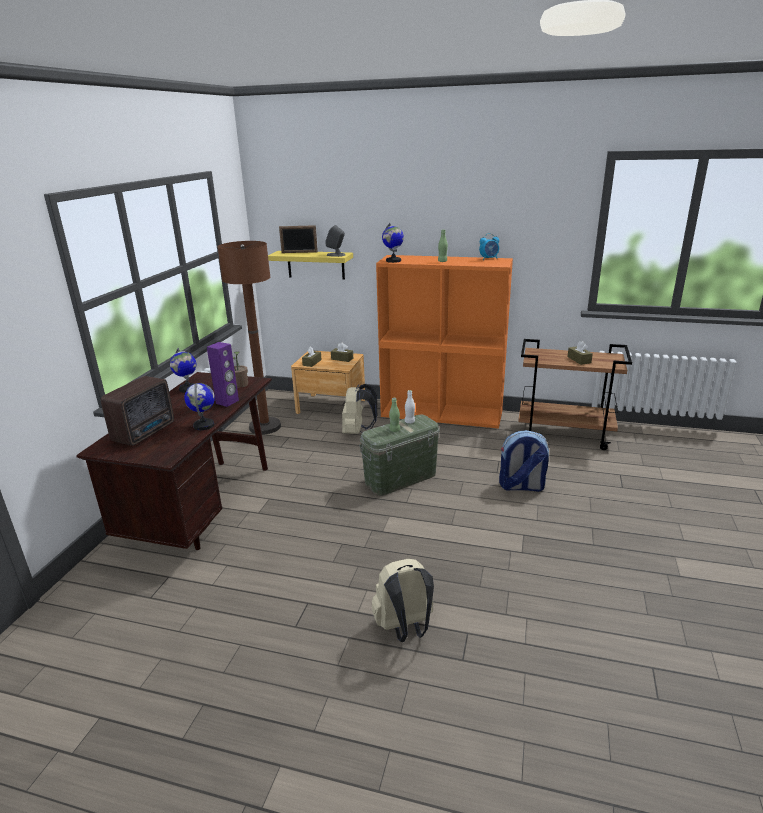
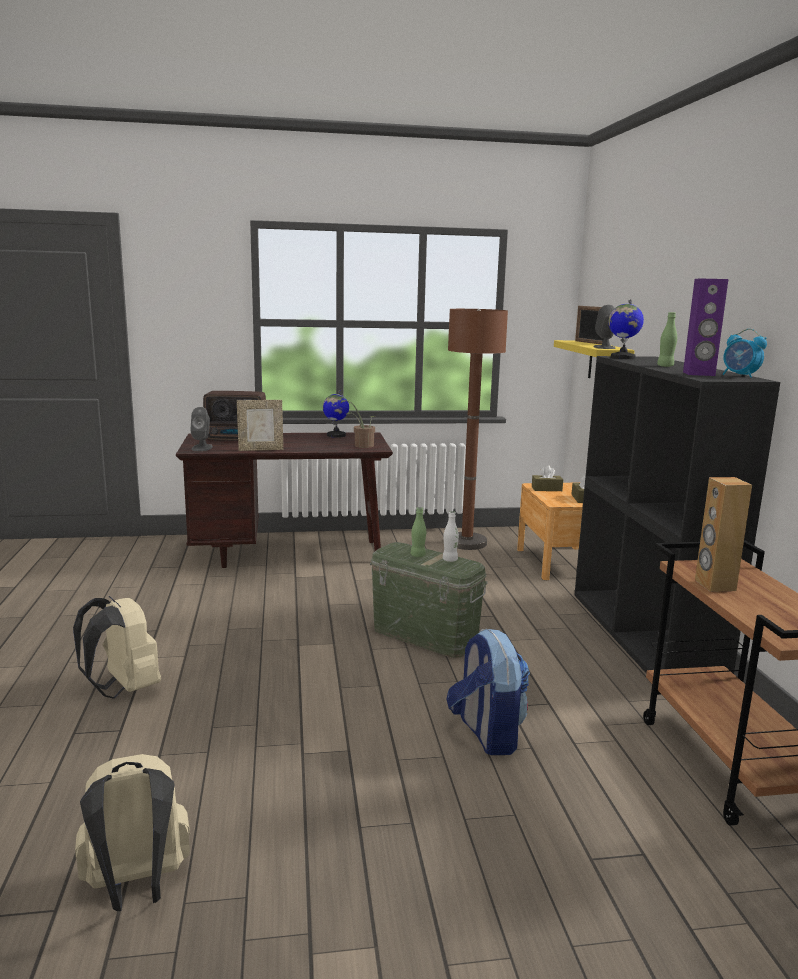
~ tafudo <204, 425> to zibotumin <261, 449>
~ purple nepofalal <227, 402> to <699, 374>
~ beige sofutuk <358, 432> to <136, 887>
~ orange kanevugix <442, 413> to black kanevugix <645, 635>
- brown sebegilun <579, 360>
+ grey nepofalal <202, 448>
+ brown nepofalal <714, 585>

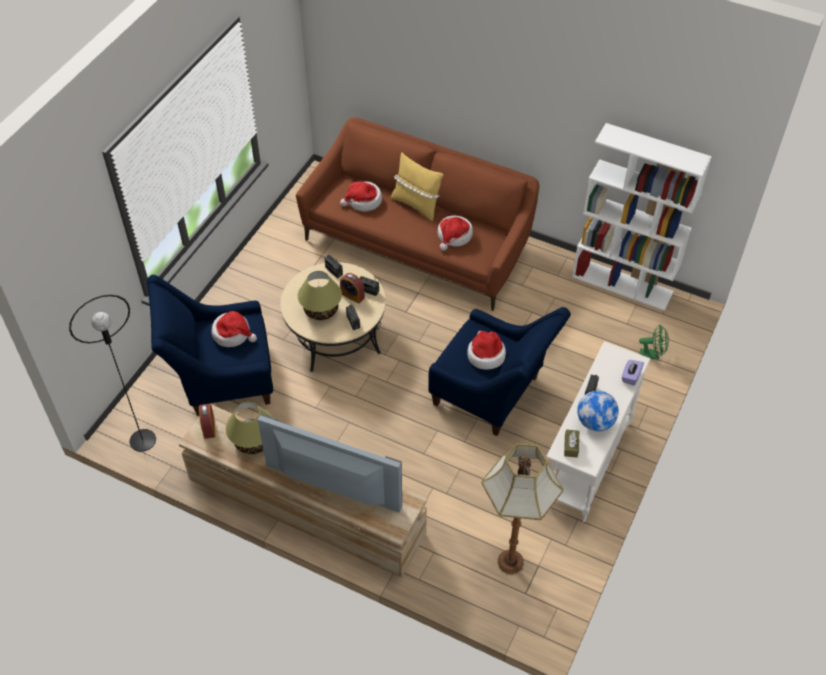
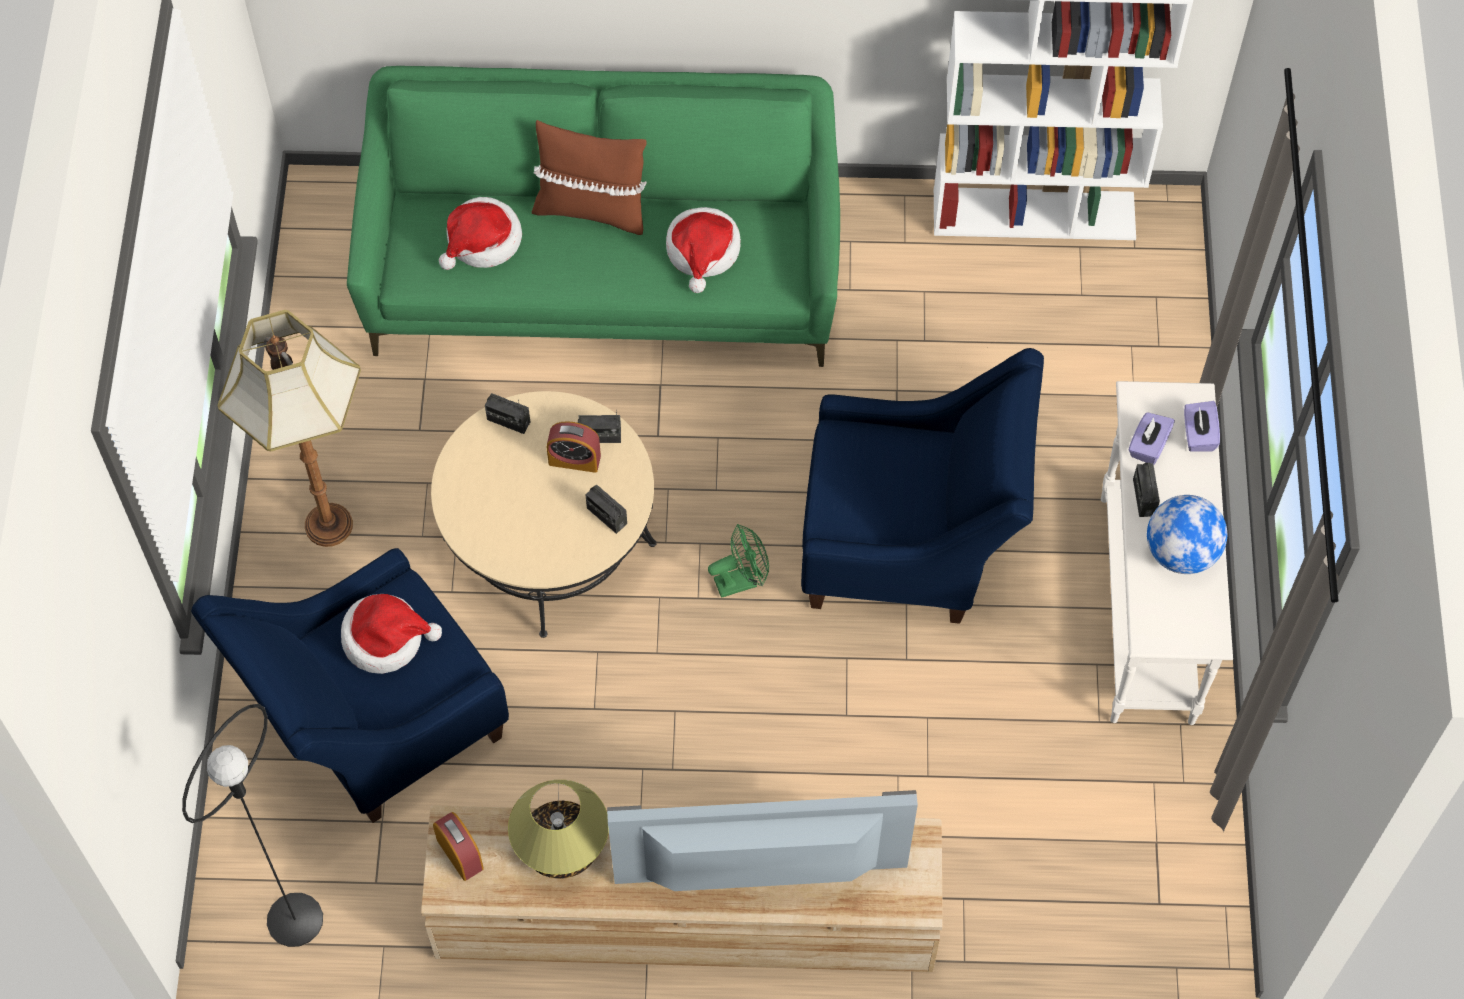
~ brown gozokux <418, 243> to green gozokux <604, 274>
- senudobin <320, 310>
~ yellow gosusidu <416, 205> to brown gosusidu <591, 209>
- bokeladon <485, 355>
~ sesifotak <511, 561> to <330, 523>
- brown sebegilun <571, 446>
~ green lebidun <652, 355> to <741, 580>
+ purple sebegilun <1148, 446>

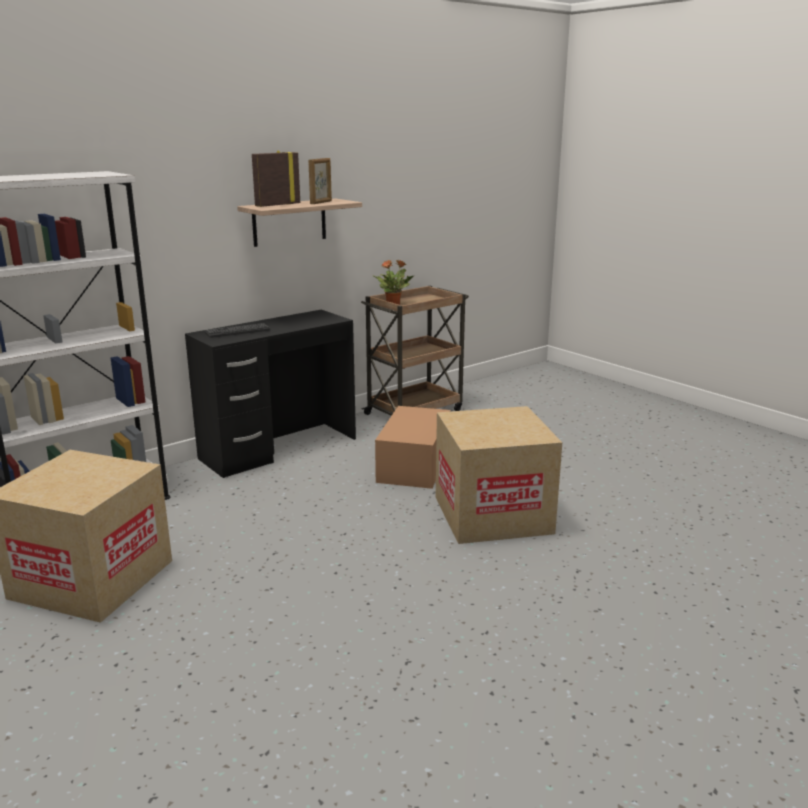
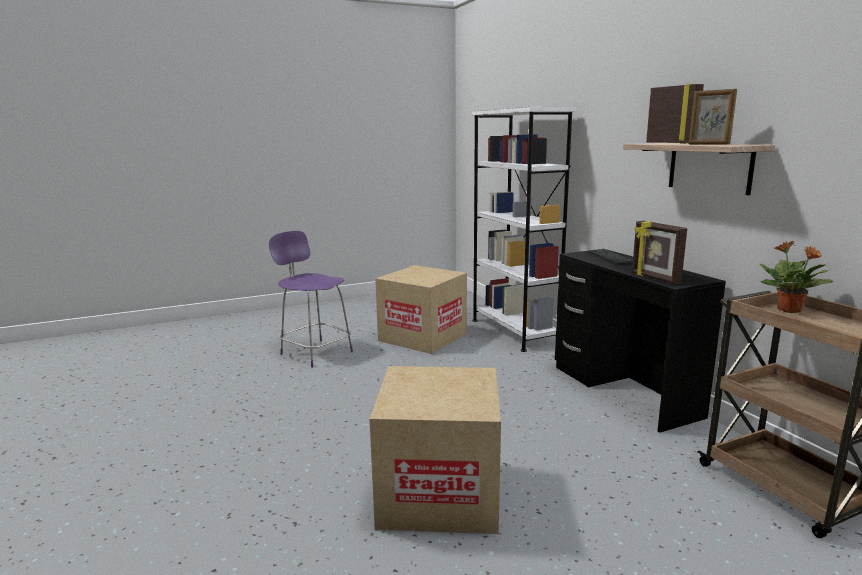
- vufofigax <414, 465>
+ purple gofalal <315, 352>
+ zibotumin <654, 278>

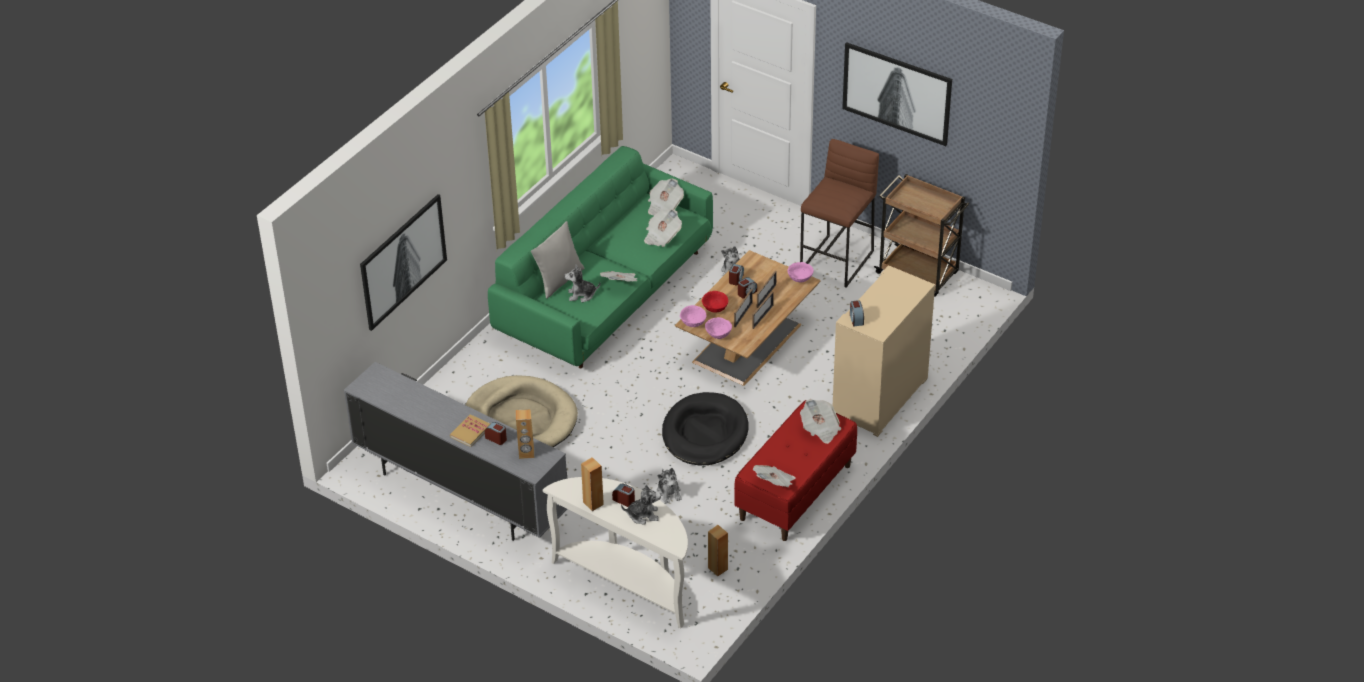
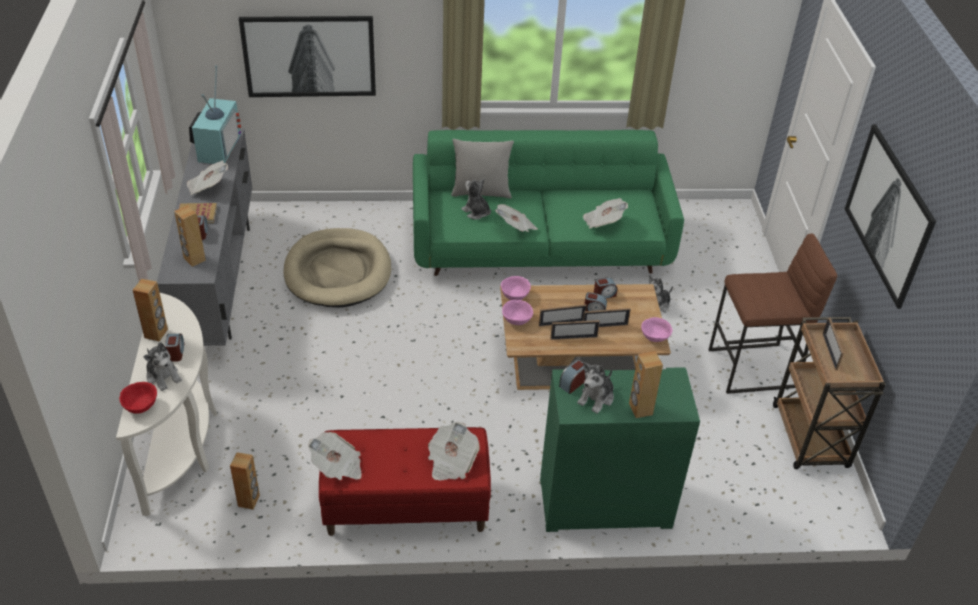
~ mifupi <664, 206> to <208, 187>
~ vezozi <669, 492> to <596, 398>
- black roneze <705, 433>
~ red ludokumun <715, 308> to <141, 406>
~ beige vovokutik <880, 398> to green vovokutik <604, 504>
+ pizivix <217, 147>
+ brown nepofalal <640, 409>
+ zibotumin <829, 351>

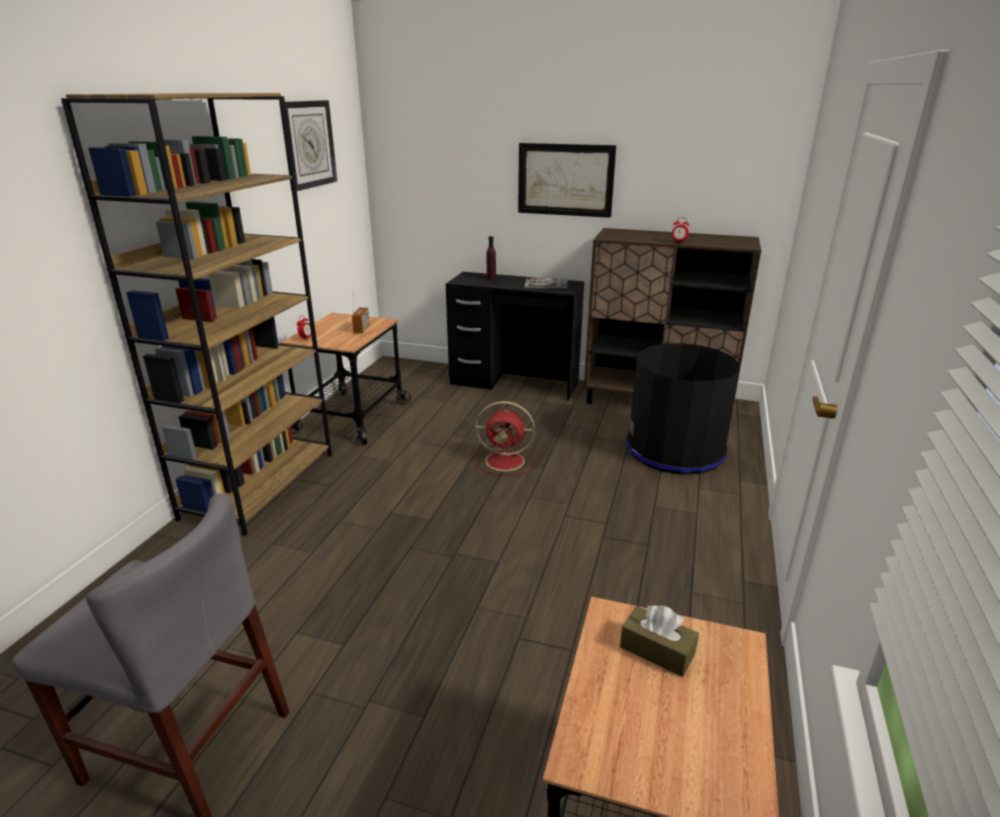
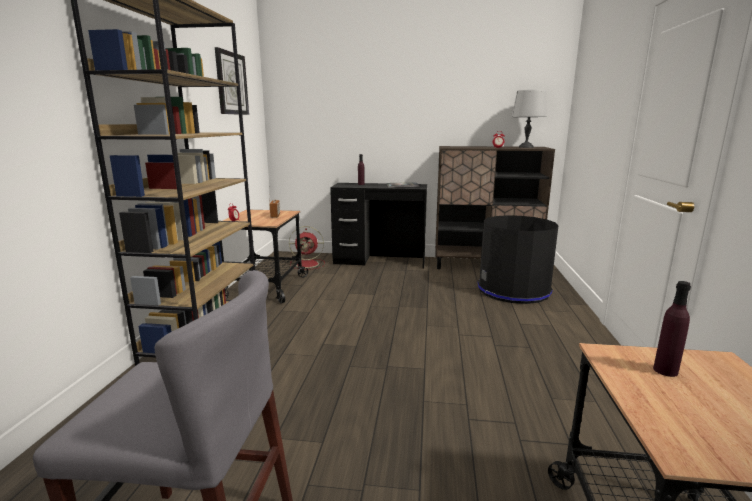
~ red lebidun <506, 461> to <308, 264>
- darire <565, 180>
~ brown sebegilun <657, 650> to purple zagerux <665, 370>
+ grey senudobin <525, 147>

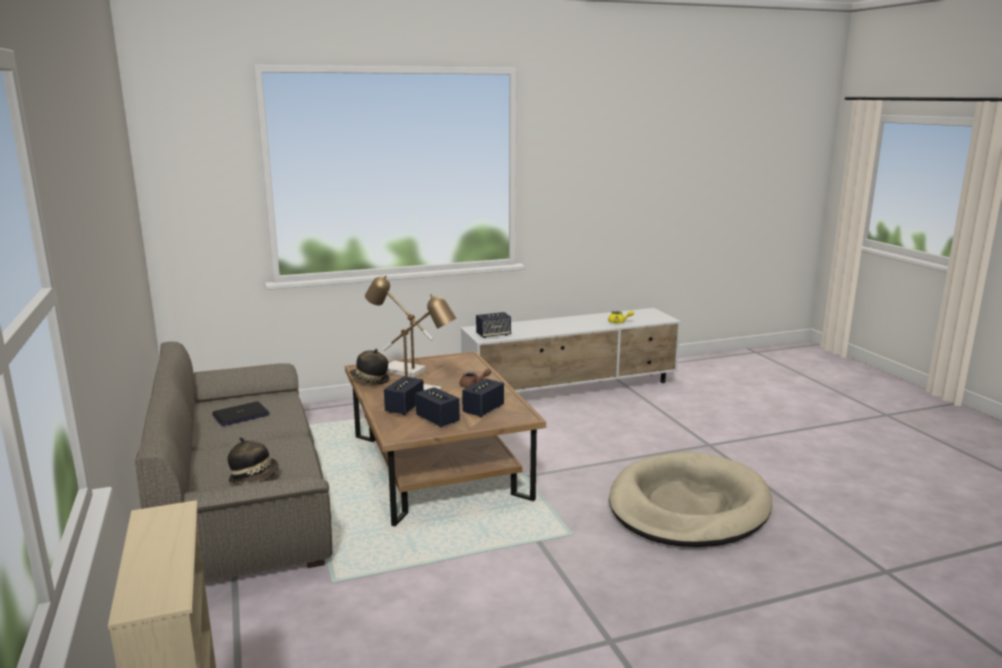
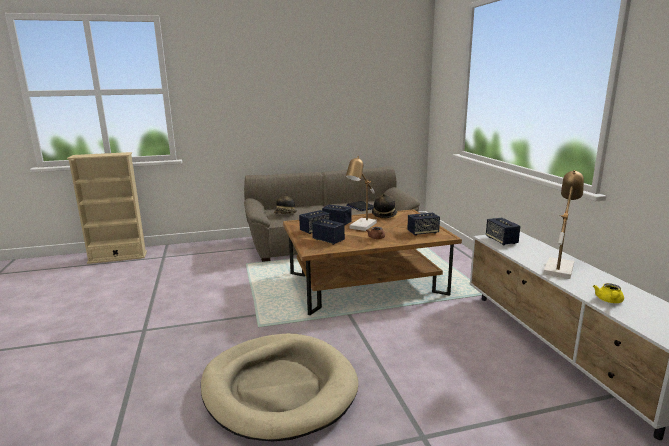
~ senudobin <398, 370> to <558, 267>
+ nepofalal <423, 232>

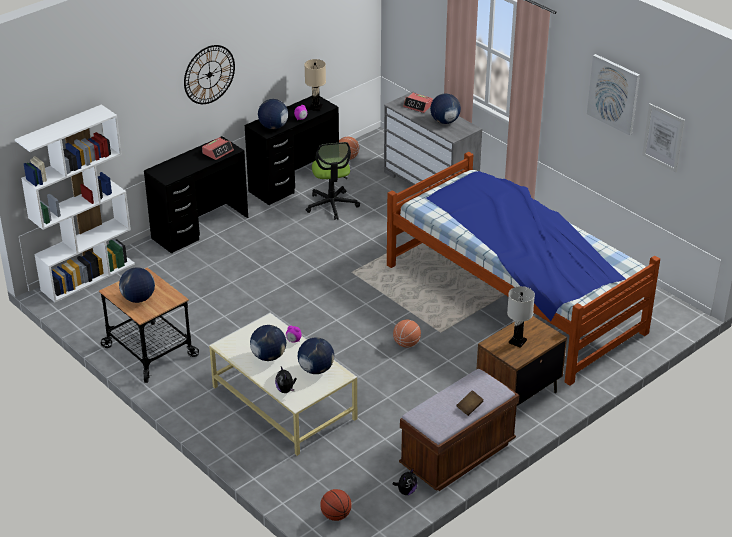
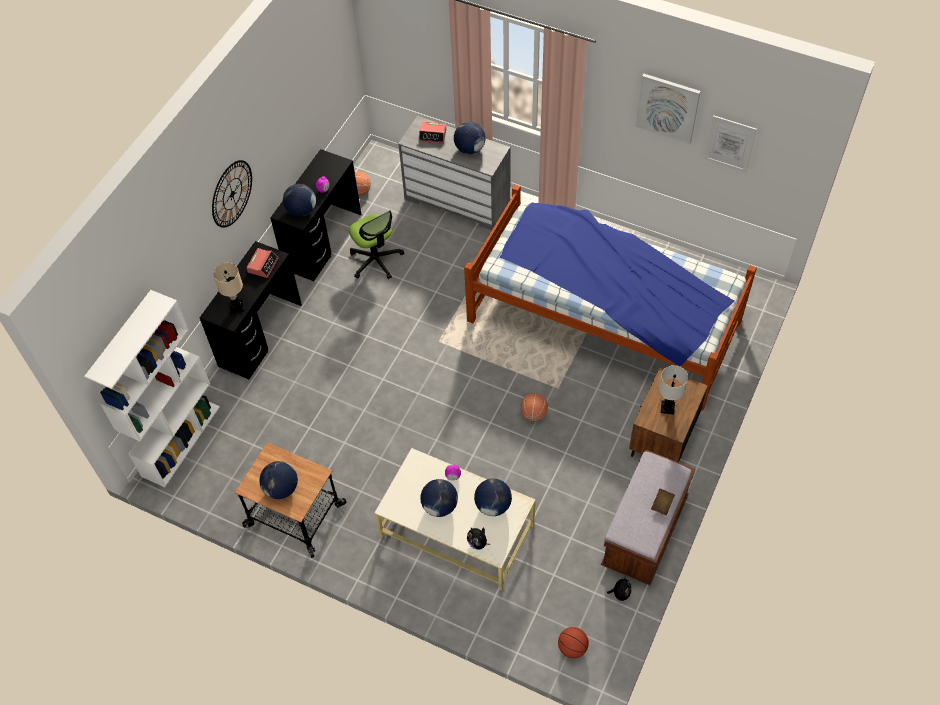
~ beige senudobin <316, 107> to <237, 306>

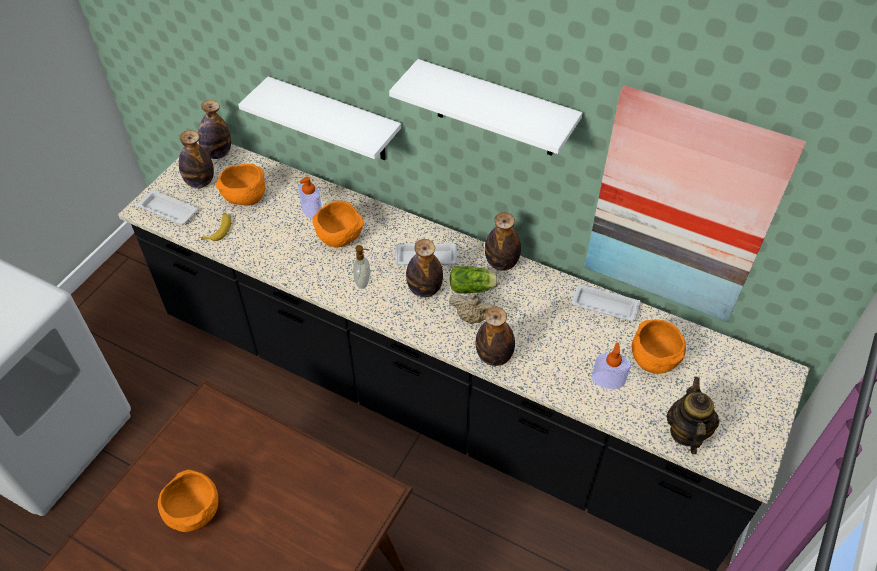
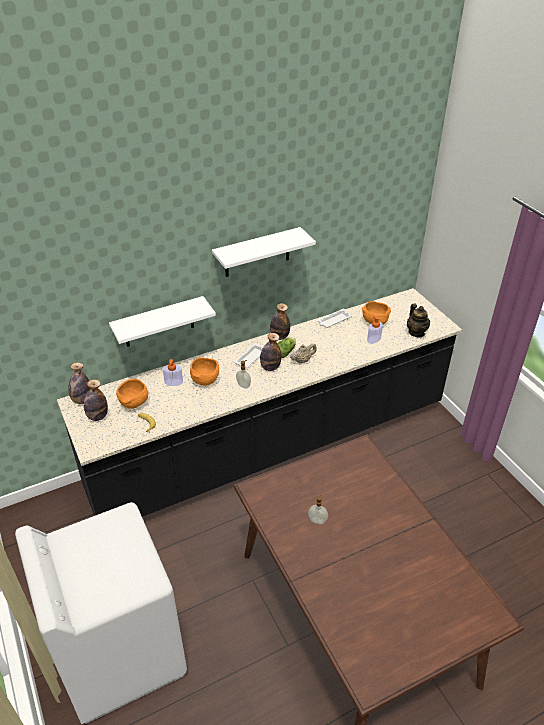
- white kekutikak <167, 210>
~ orange ludokumun <194, 512> to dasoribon <317, 520>
- zagerux <494, 356>
- darire <681, 209>
~ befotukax <686, 432> = <416, 332> 150 degrees counterclockwise

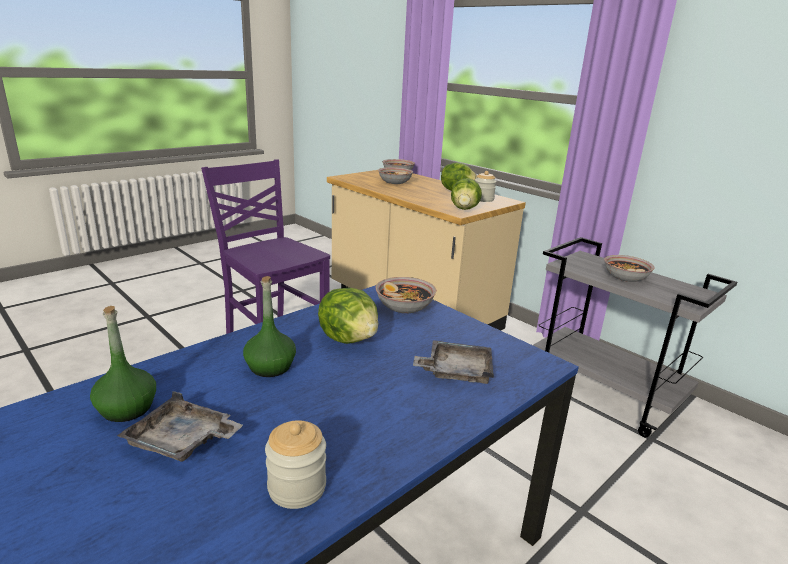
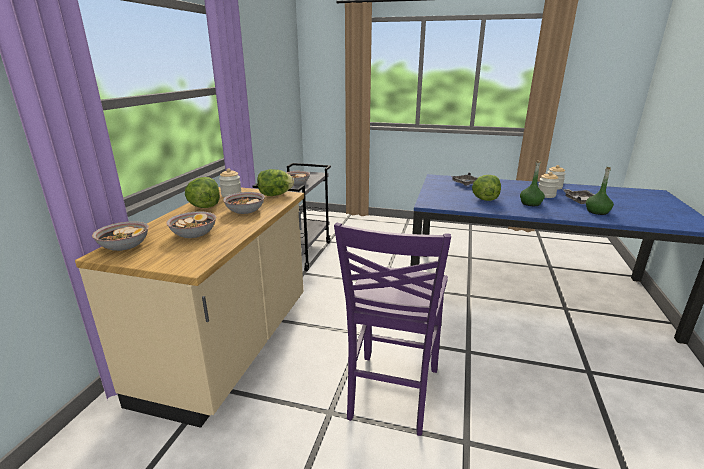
~ ludokumun <404, 307> to <245, 211>
+ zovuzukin <546, 195>

